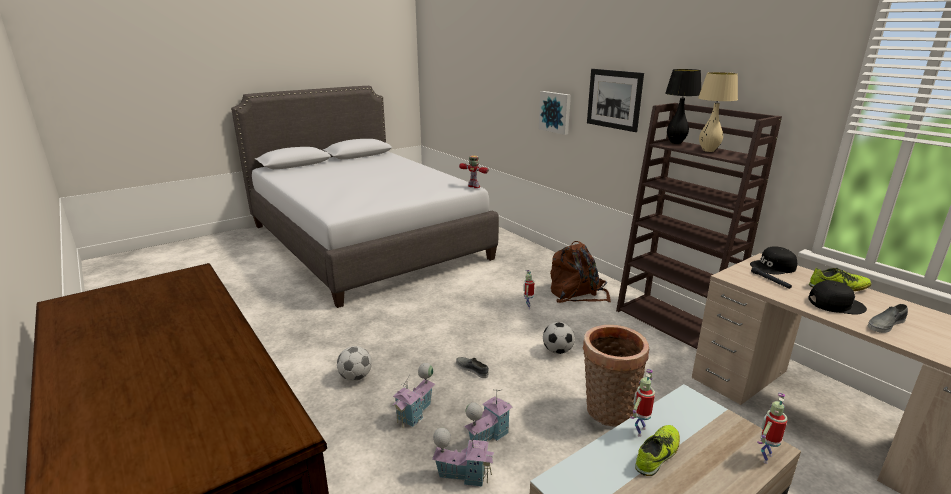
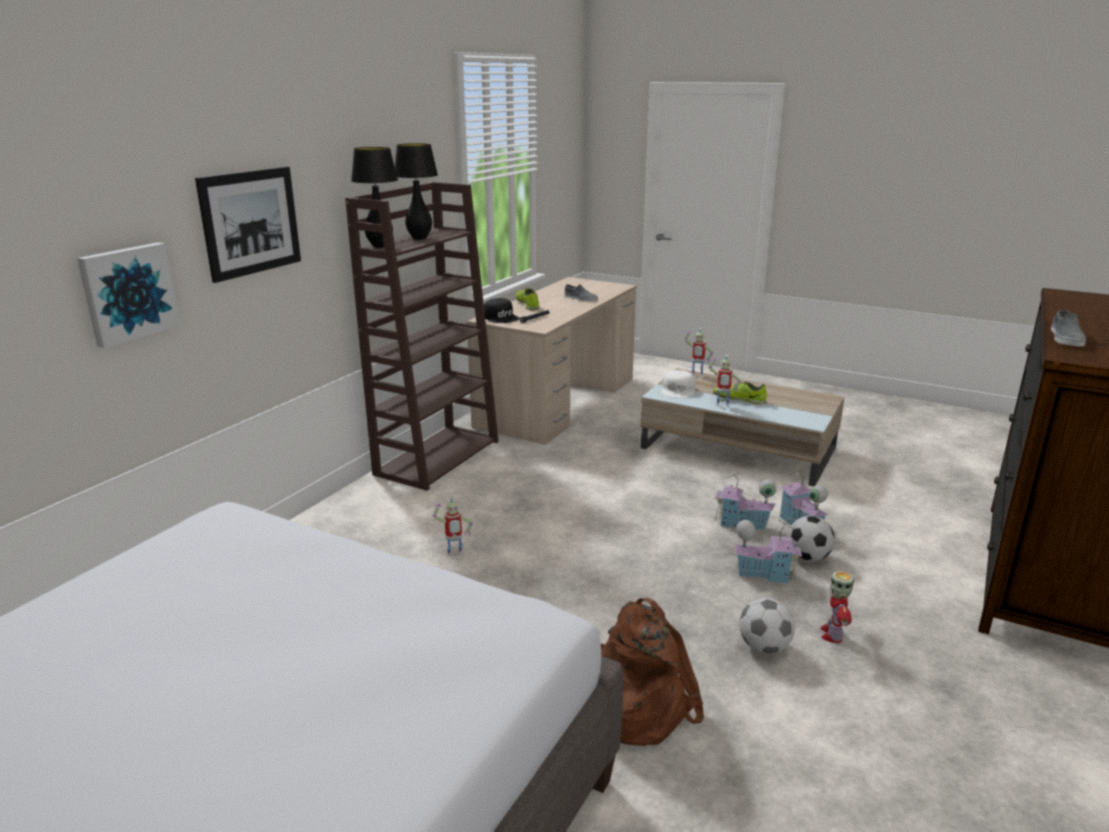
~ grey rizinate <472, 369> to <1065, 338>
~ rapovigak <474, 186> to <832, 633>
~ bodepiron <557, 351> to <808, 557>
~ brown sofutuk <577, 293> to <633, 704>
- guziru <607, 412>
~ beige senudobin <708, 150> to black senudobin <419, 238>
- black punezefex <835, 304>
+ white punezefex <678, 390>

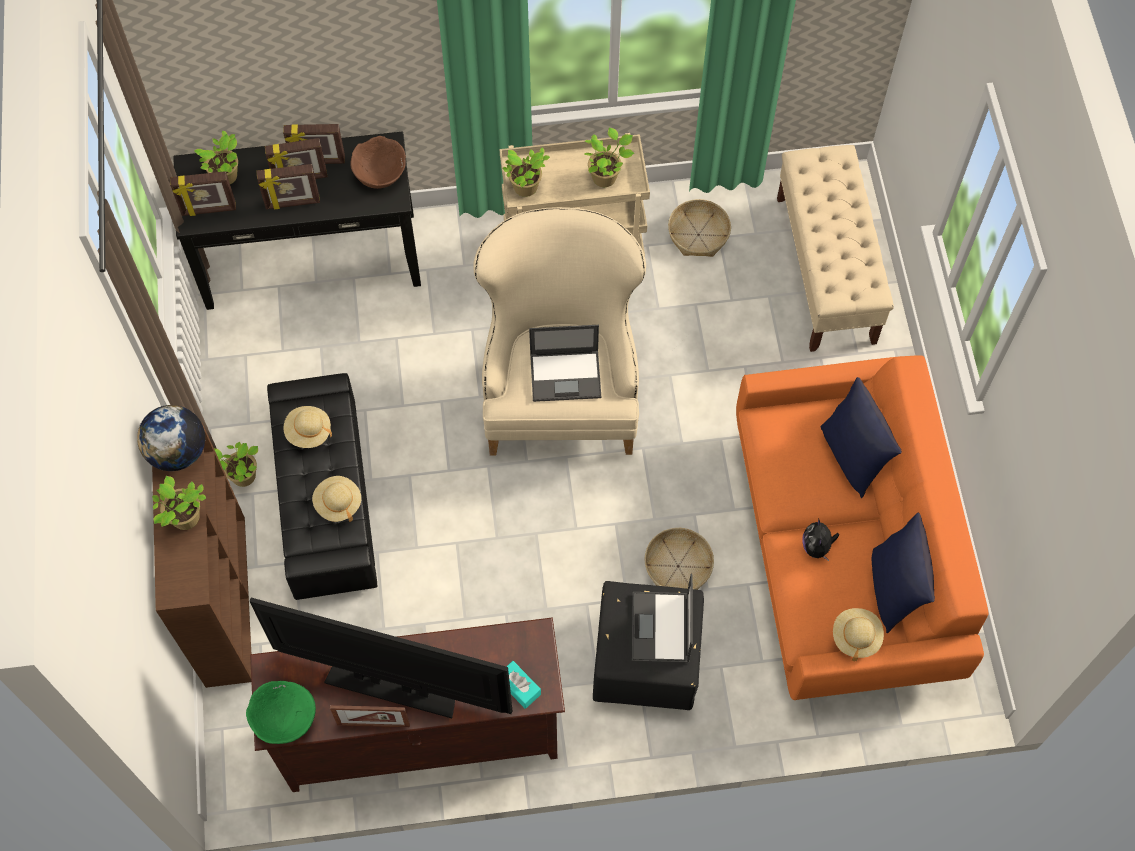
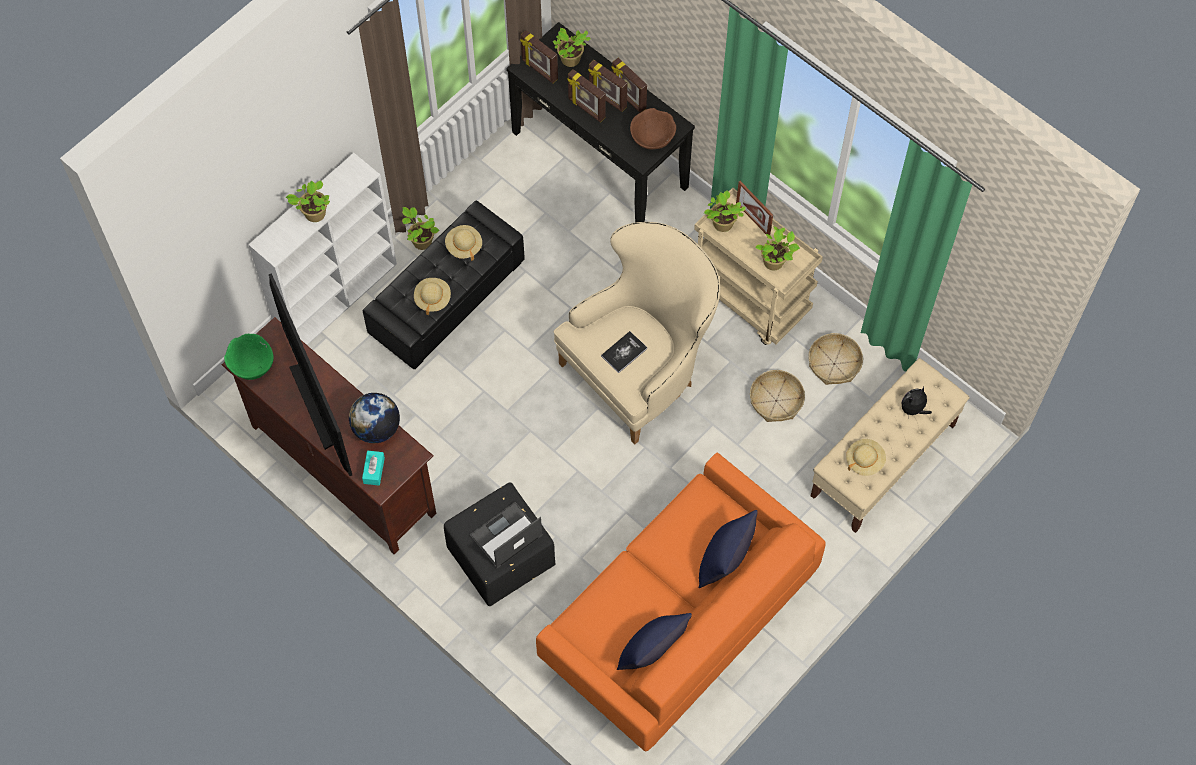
~ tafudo <178, 452> to <376, 428>
~ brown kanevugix <225, 598> to white kanevugix <337, 296>
~ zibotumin <373, 724> to <752, 219>
~ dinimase <566, 375> to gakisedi <624, 352>
~ guziru <678, 566> to <776, 401>
~ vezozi <817, 547> to <913, 409>
~ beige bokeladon <856, 637> to <864, 461>

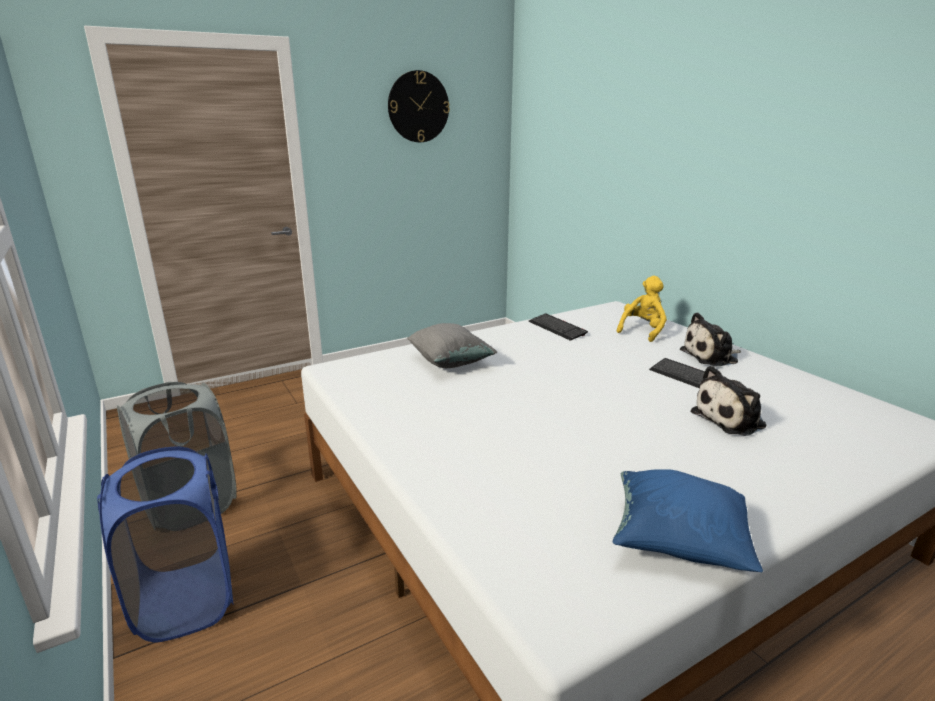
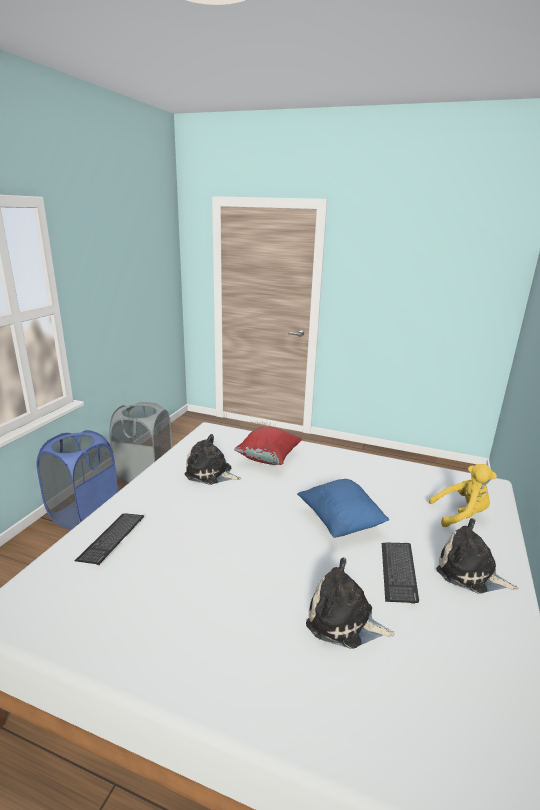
- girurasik <418, 107>
~ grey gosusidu <450, 362> to red gosusidu <268, 458>
~ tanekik <557, 328> to <112, 539>
~ blue gosusidu <677, 543> to <340, 521>
+ vezozi <211, 473>

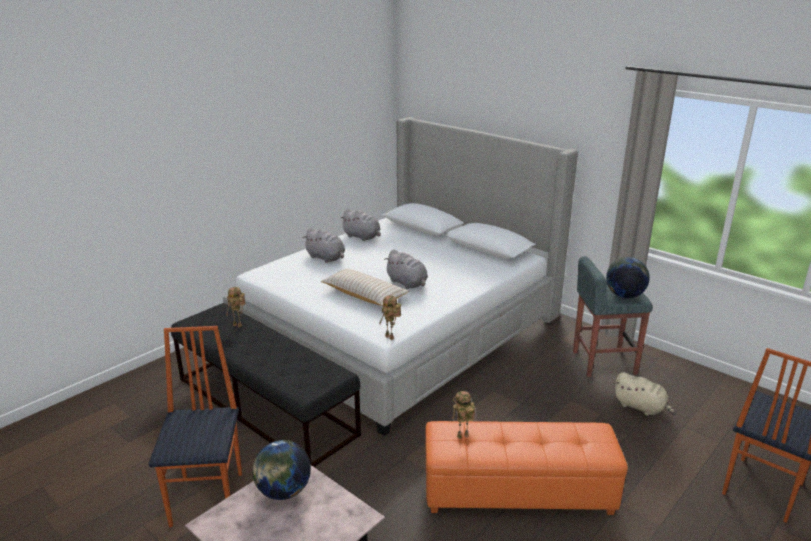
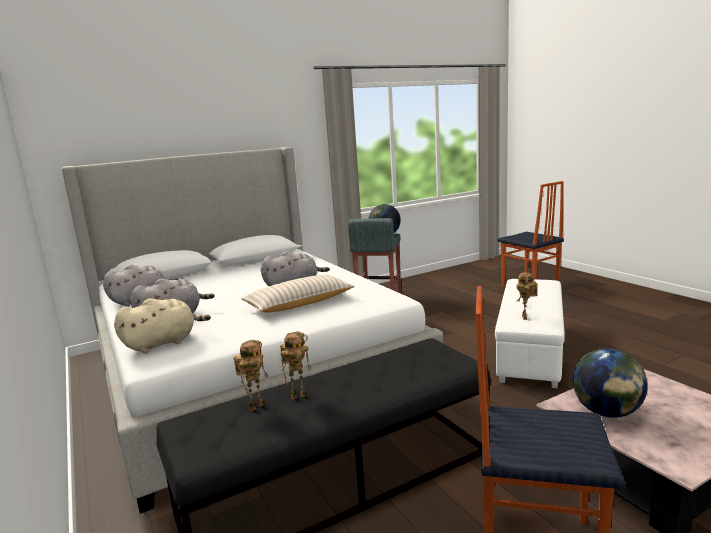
~ rapovigak <391, 337> to <299, 395>
~ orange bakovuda <517, 492> to white bakovuda <531, 351>
~ beige vezozi <641, 407> to <163, 343>

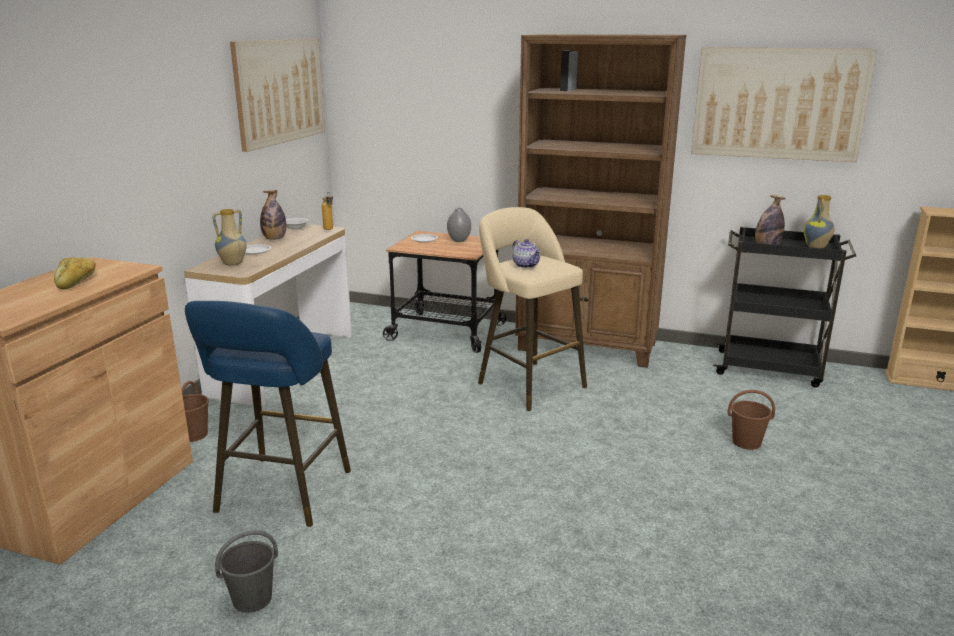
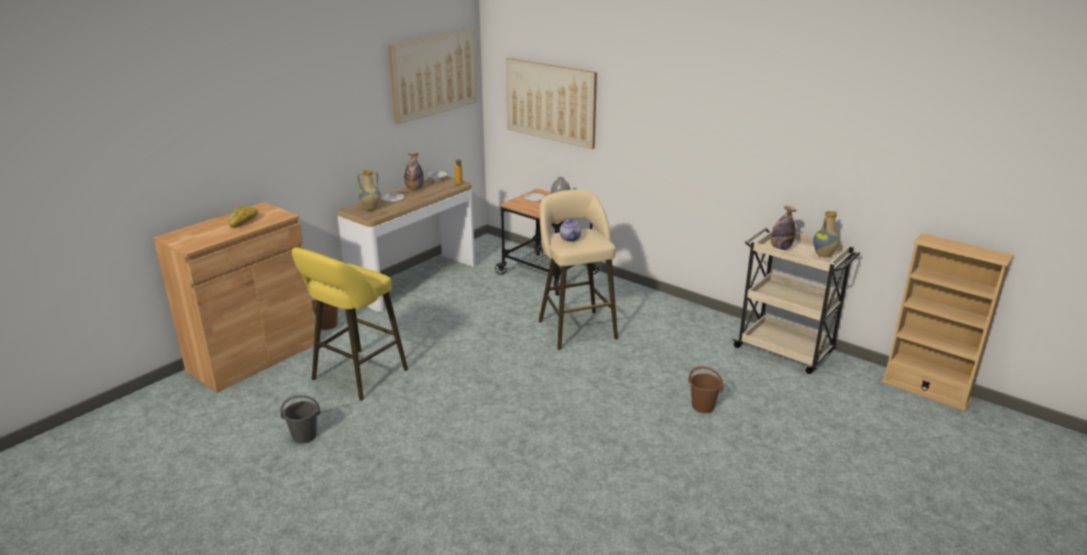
~ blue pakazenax <281, 495> to yellow pakazenax <356, 377>
- brown kanevugix <588, 347>
~ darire <778, 104> to <550, 102>
~ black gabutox <770, 369> to beige gabutox <785, 350>

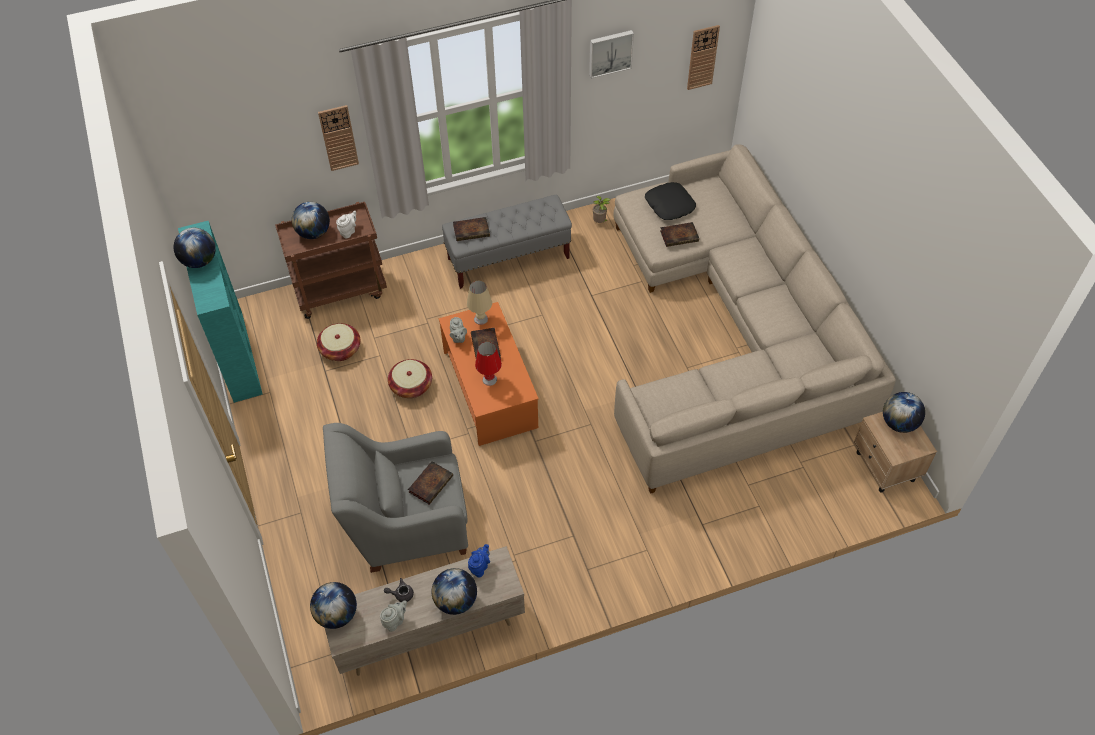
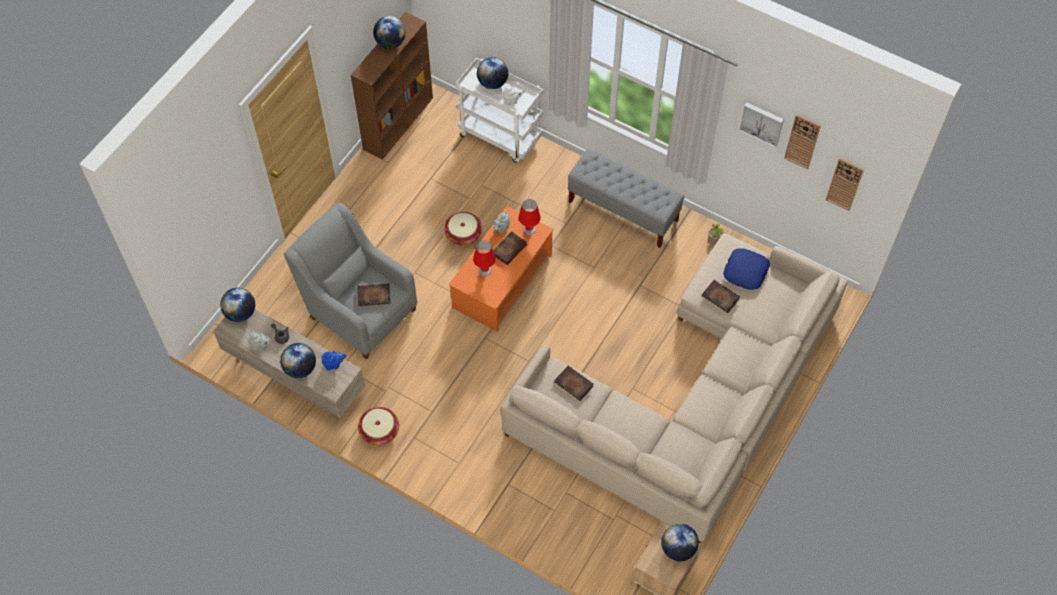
~ turquoise kanevugix <237, 355> to brown kanevugix <398, 122>
~ brown gabutox <341, 290> to white gabutox <501, 137>
~ guziru <340, 349> to <379, 431>
~ girurasik <338, 138> to <802, 141>
~ gakisedi <472, 230> to <574, 384>
~ beige senudobin <481, 319> to red senudobin <529, 230>
~ black gosusidu <669, 205> to blue gosusidu <745, 271>

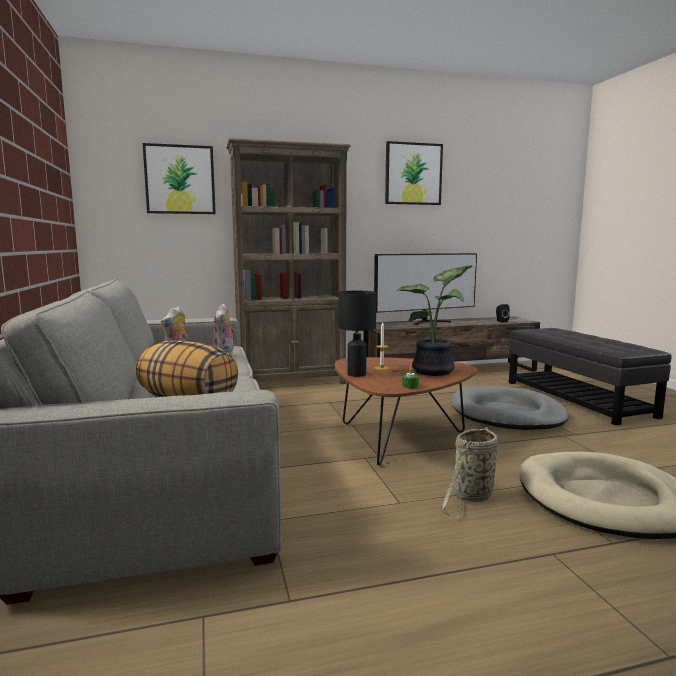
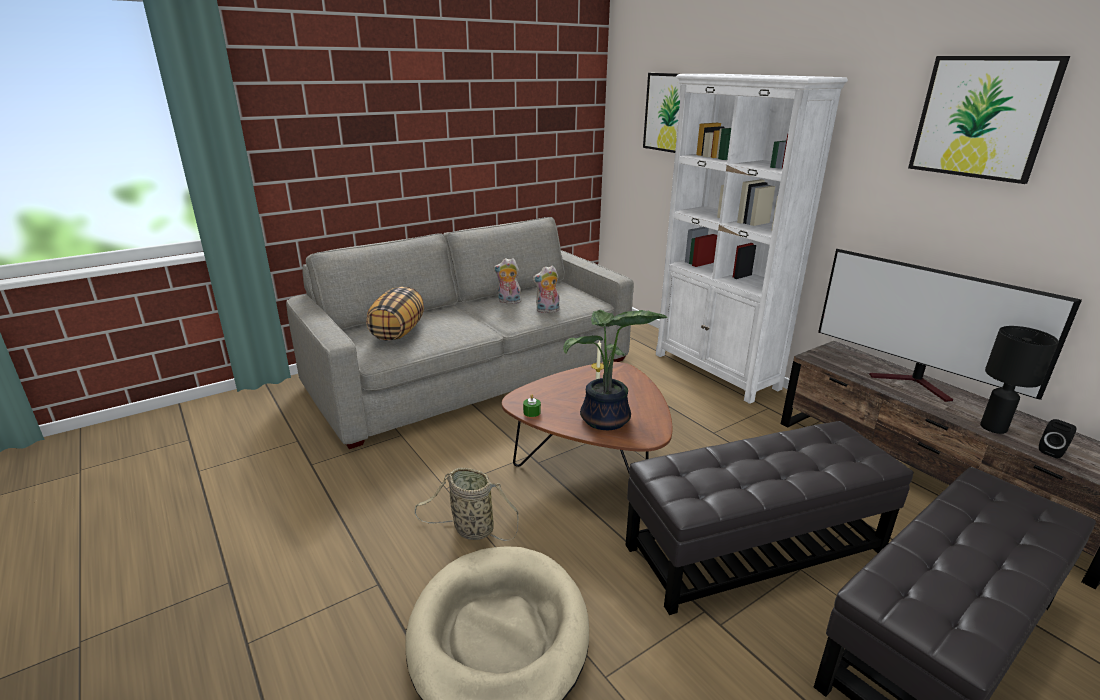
~ brown kanevugix <292, 382> to white kanevugix <716, 371>
~ black senudobin <357, 374> to <993, 428>
~ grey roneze <507, 414> to black bakovuda <755, 549>

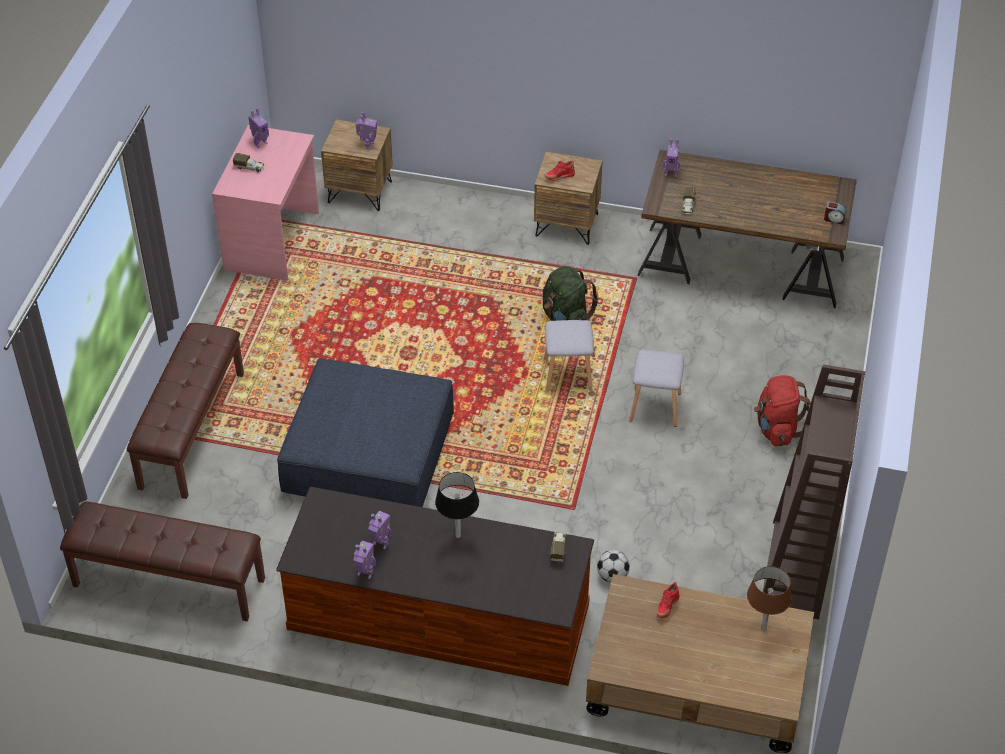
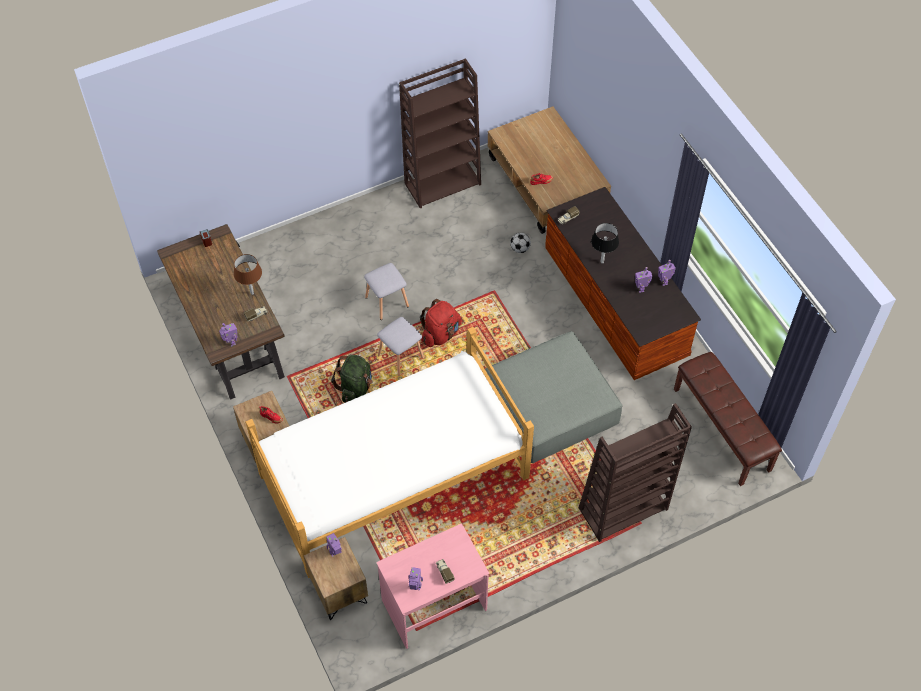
~ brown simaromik <191, 429> to brown kanevugix <622, 510>
~ blue bakovuda <369, 455> to grey bakovuda <550, 406>
~ brown senudobin <763, 628> to <252, 293>
~ red sofutuk <777, 429> to <440, 334>
+ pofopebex <393, 475>

